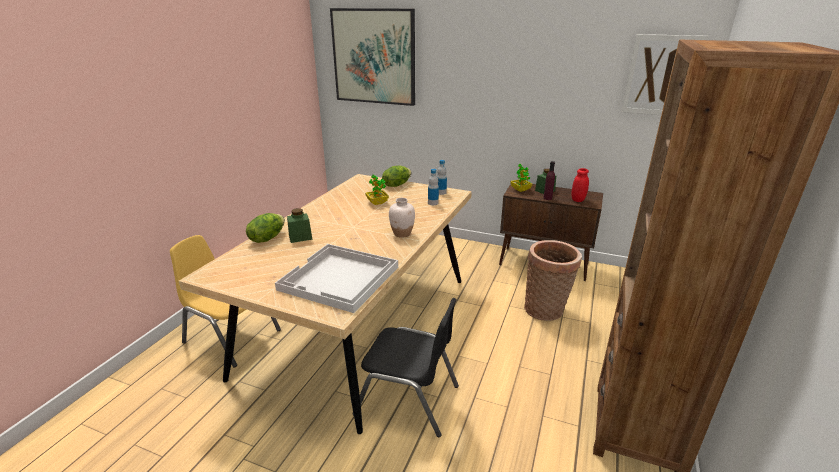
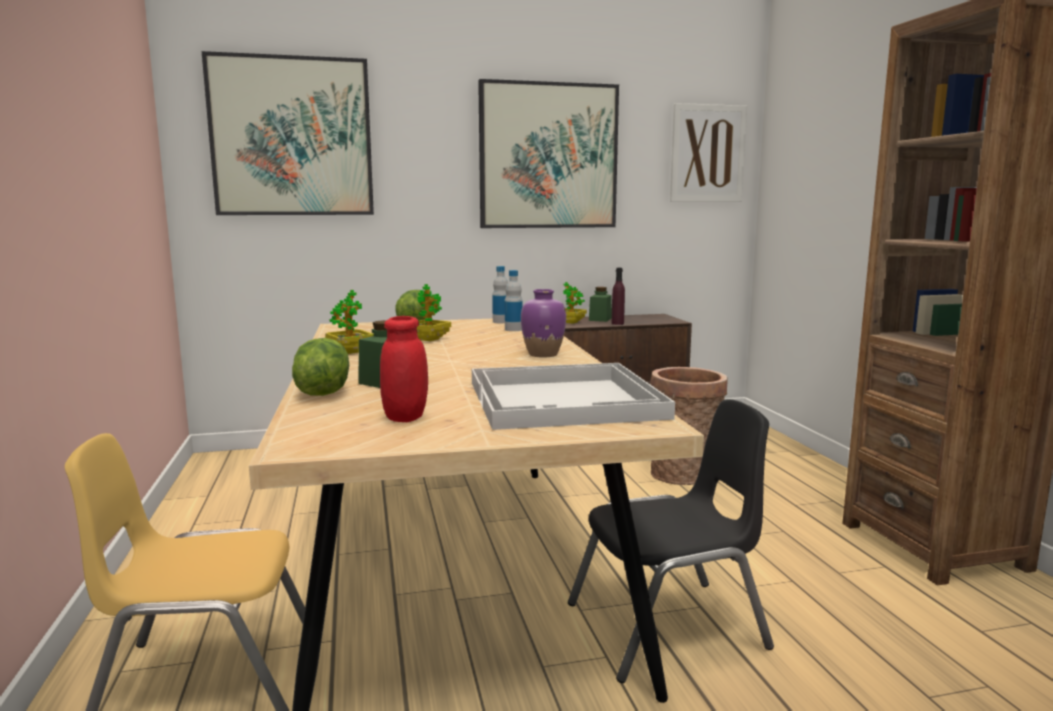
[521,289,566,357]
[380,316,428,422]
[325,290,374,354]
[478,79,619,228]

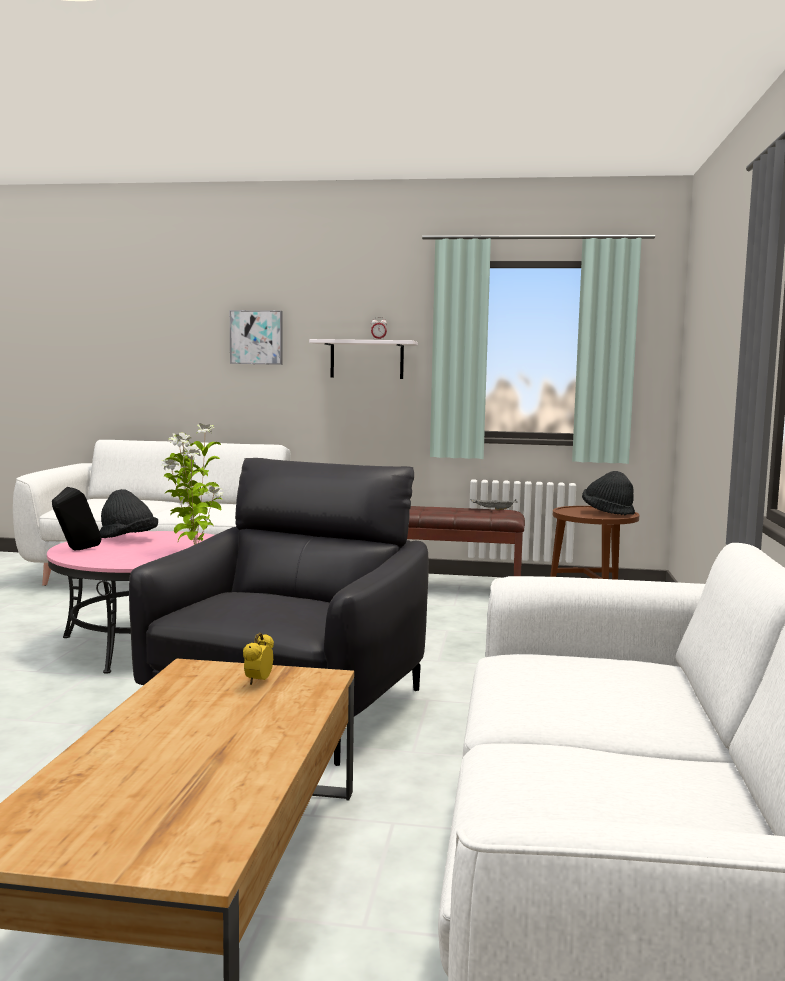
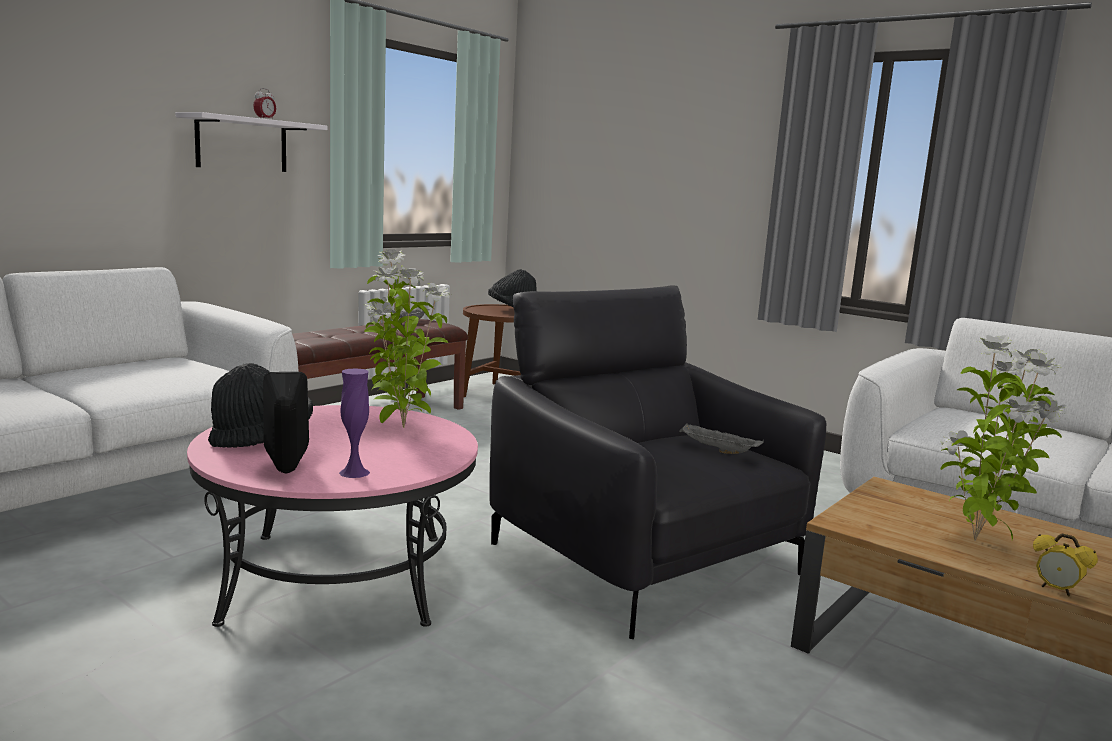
[230,310,282,365] (first image)
[1033,533,1098,596]
[339,368,370,478]
[679,424,764,454]
[940,335,1067,541]

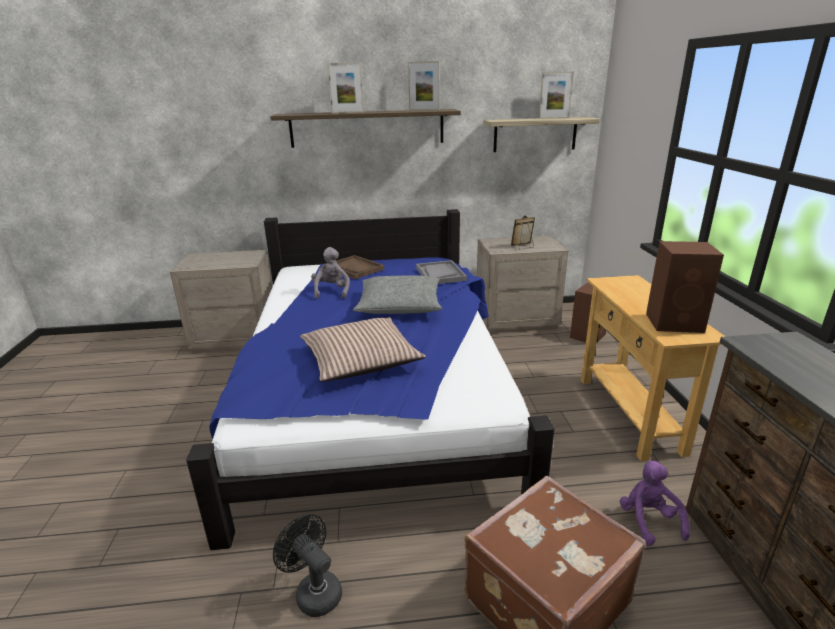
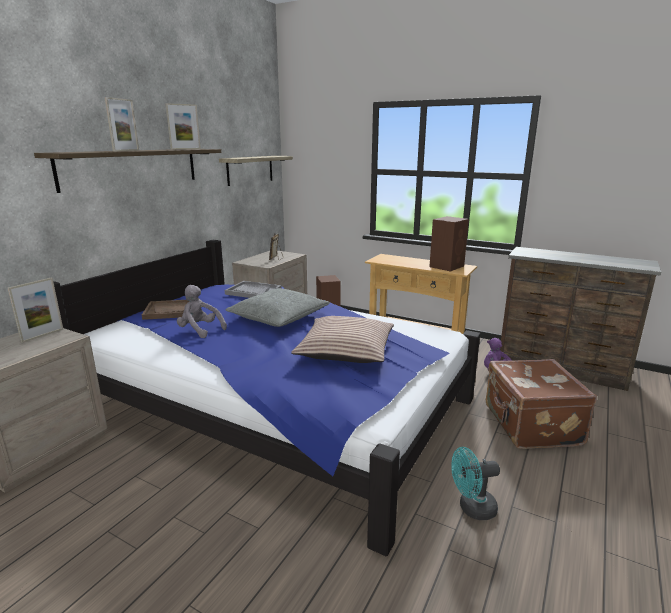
[451,447,500,520]
[8,278,63,343]

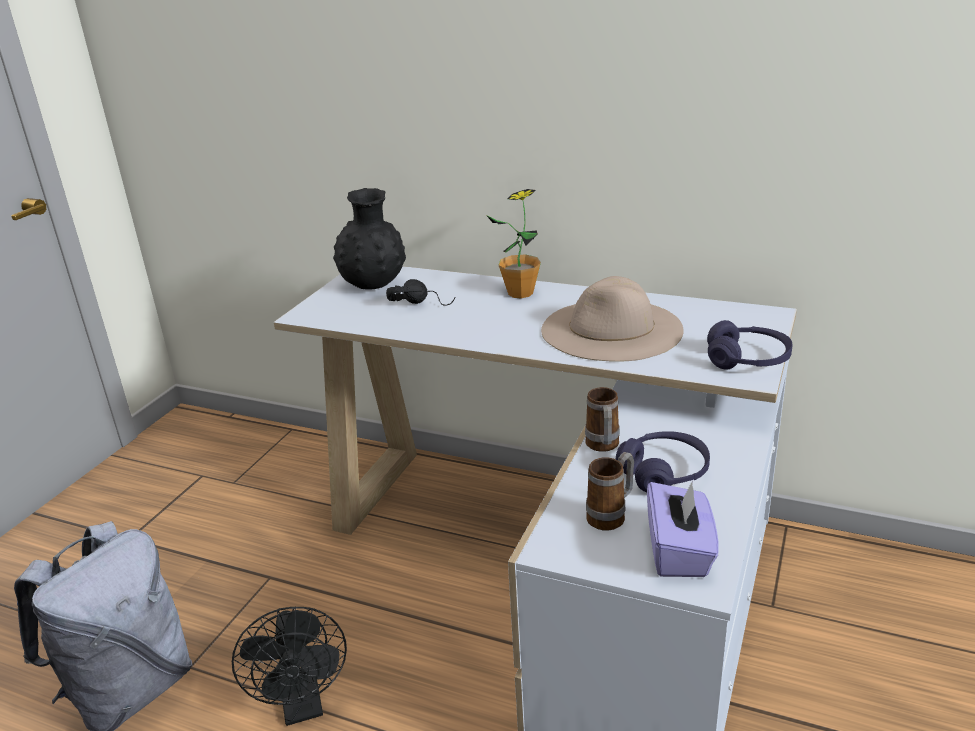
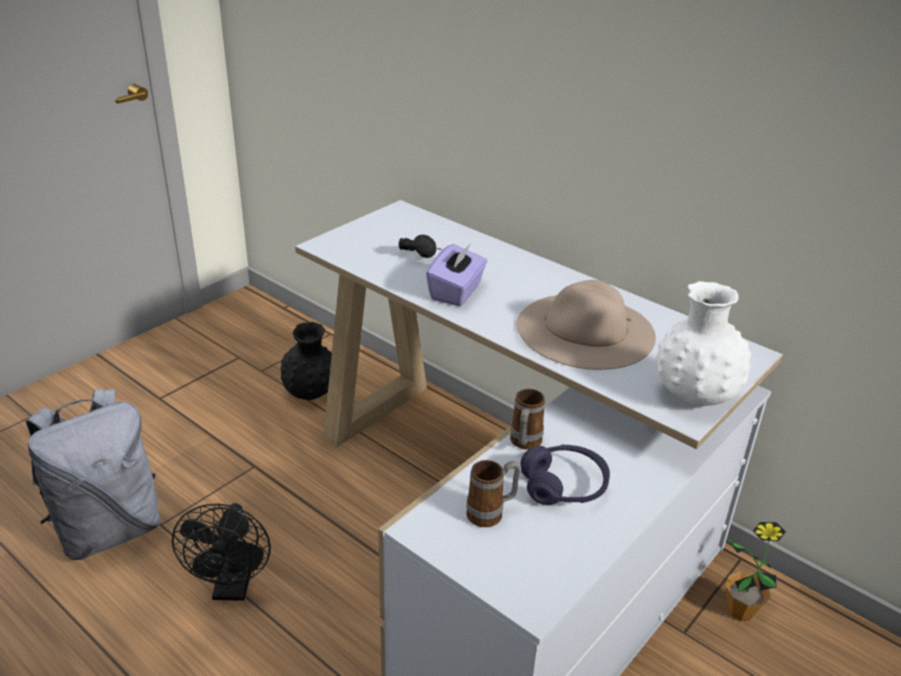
[280,322,332,400]
[726,522,786,621]
[426,243,487,306]
[656,281,751,407]

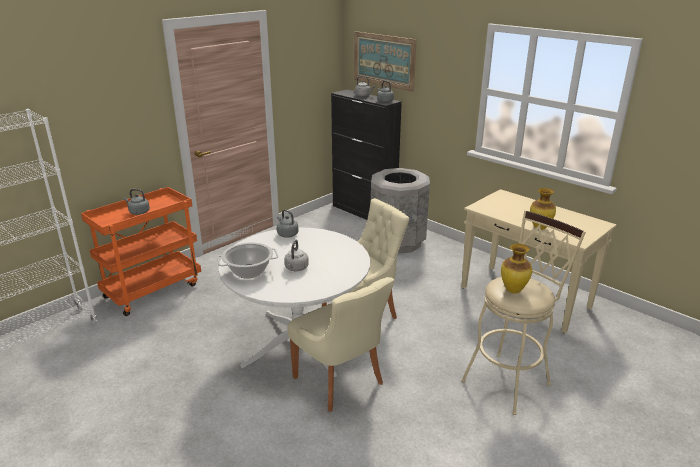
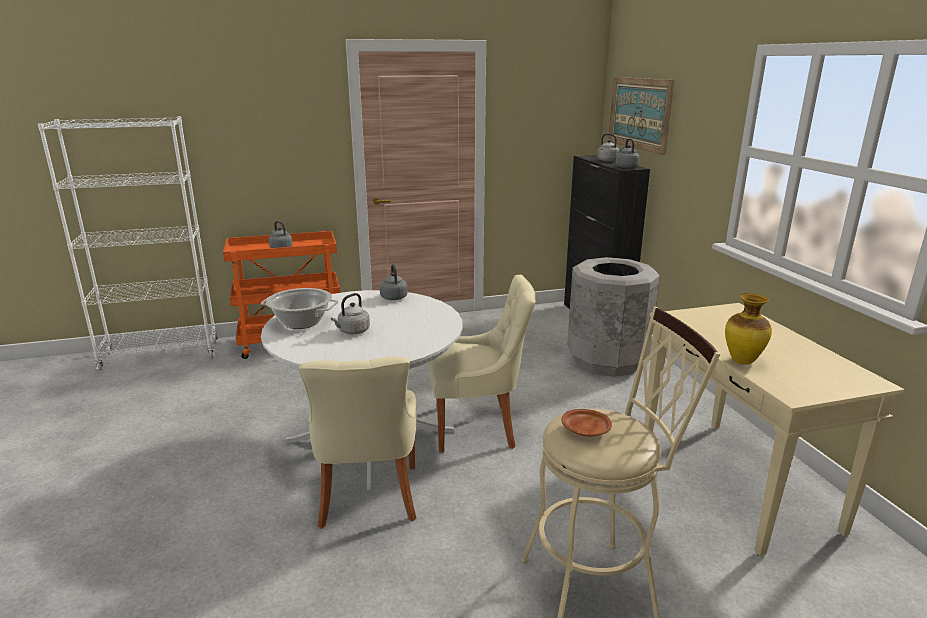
[561,409,612,436]

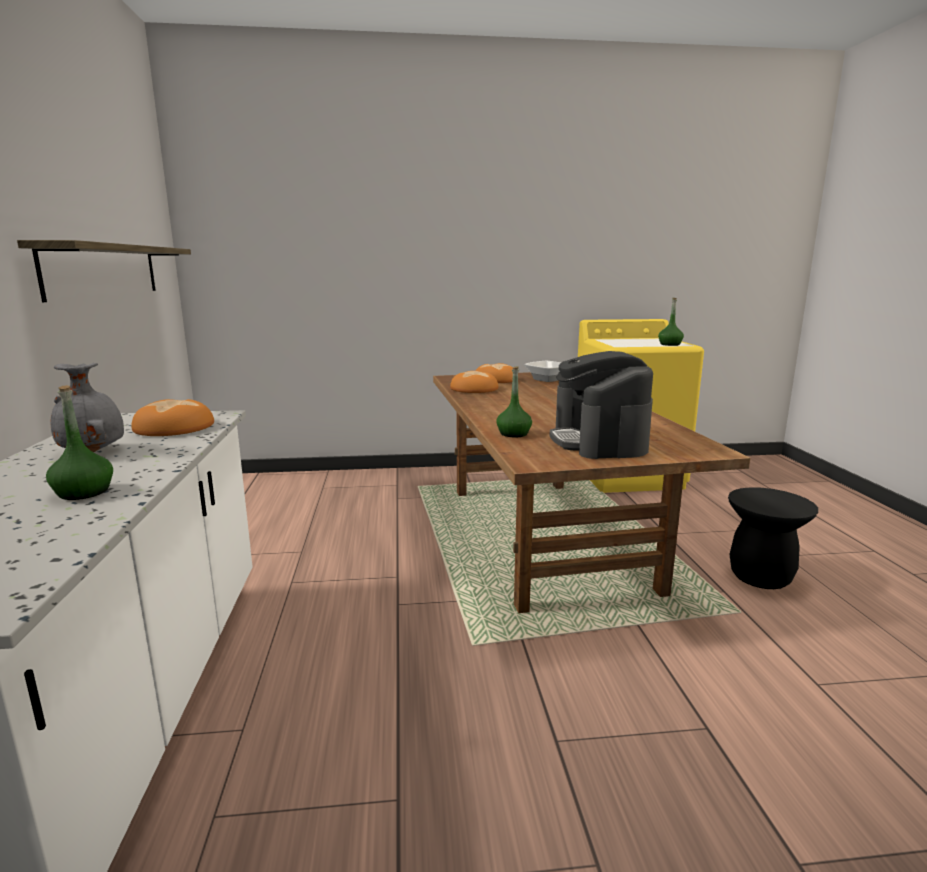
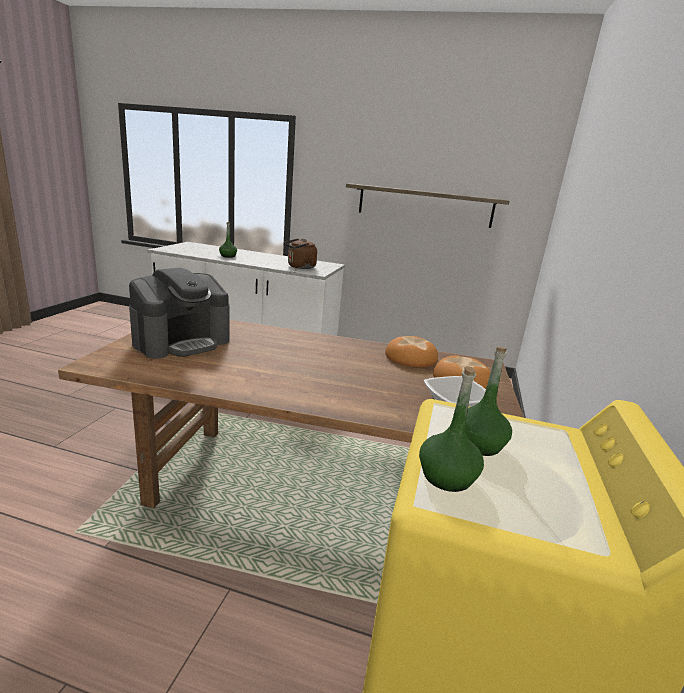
[51,363,124,452] (first image)
[284,239,317,269]
[465,347,512,456]
[129,268,230,359]
[728,487,818,589] (first image)

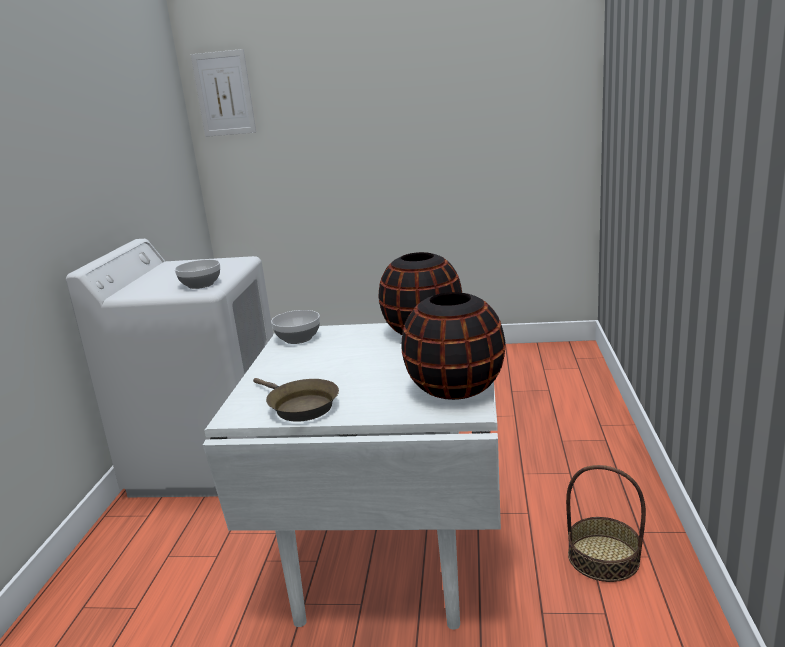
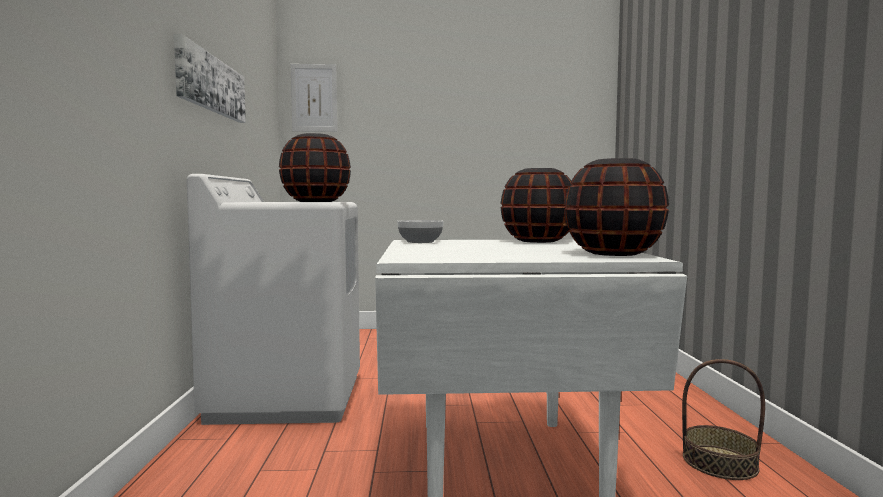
[279,133,351,202]
[253,378,339,422] (first image)
[174,34,246,123]

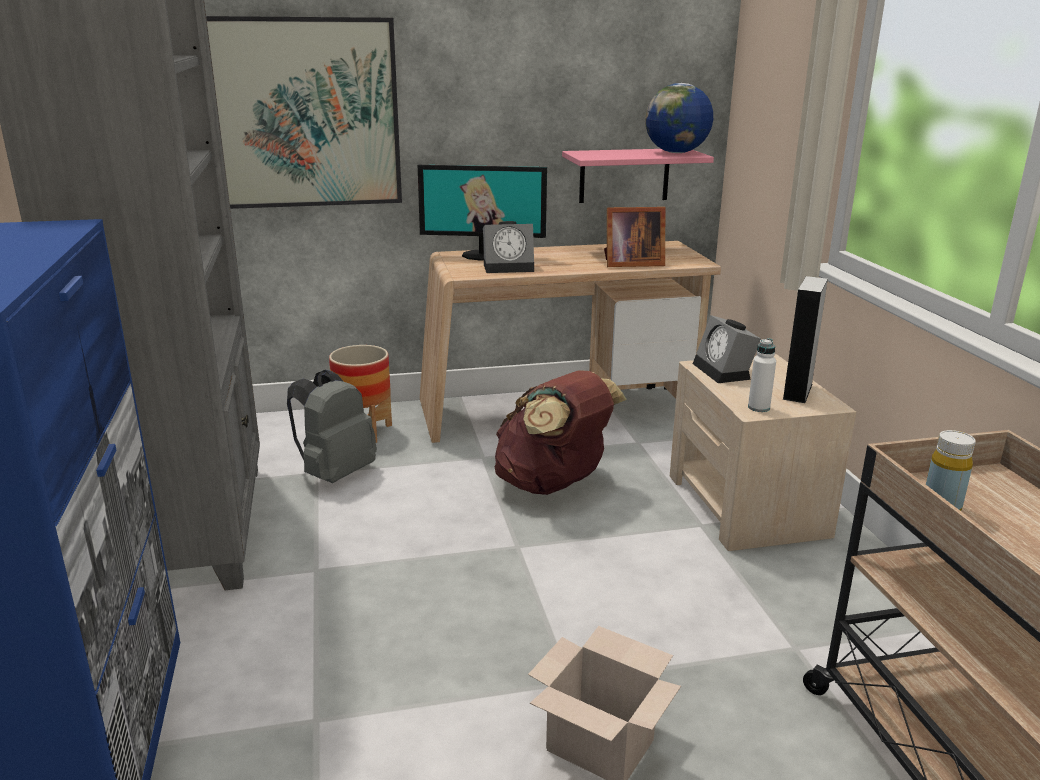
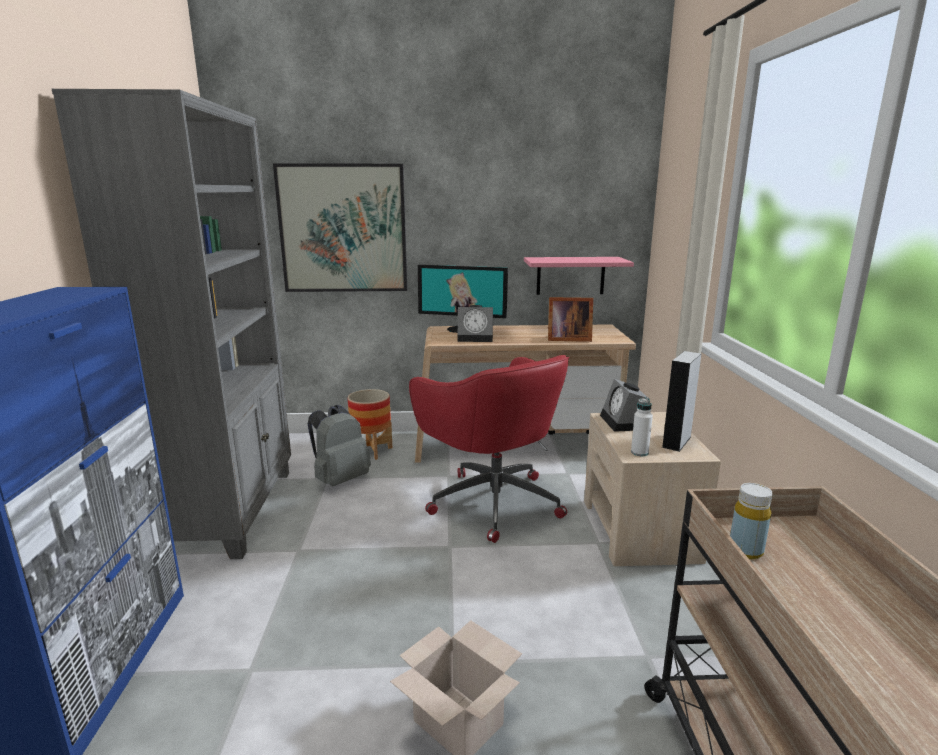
[409,355,569,543]
[645,83,713,153] (first image)

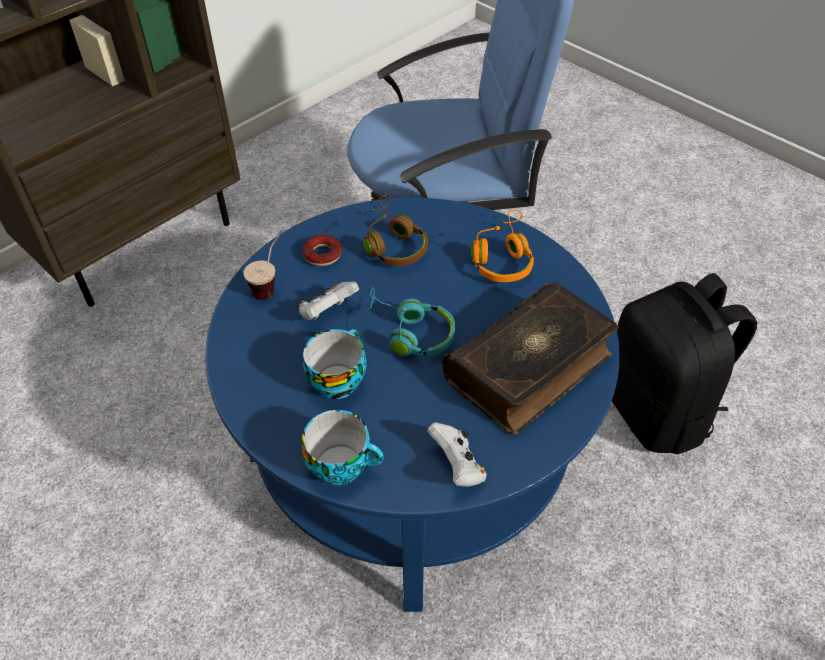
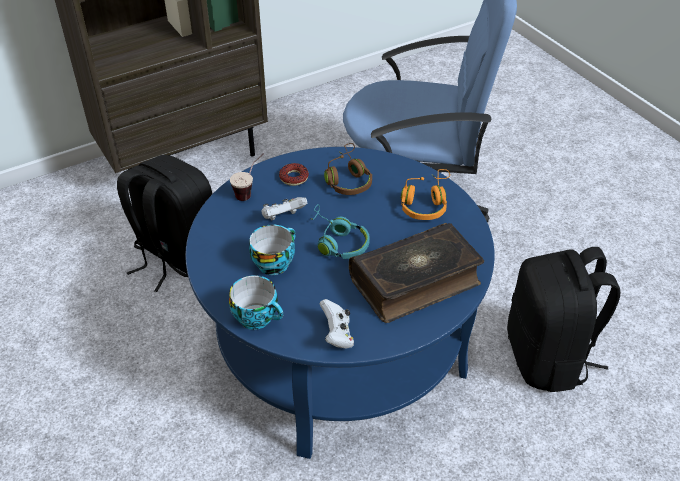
[117,155,212,292]

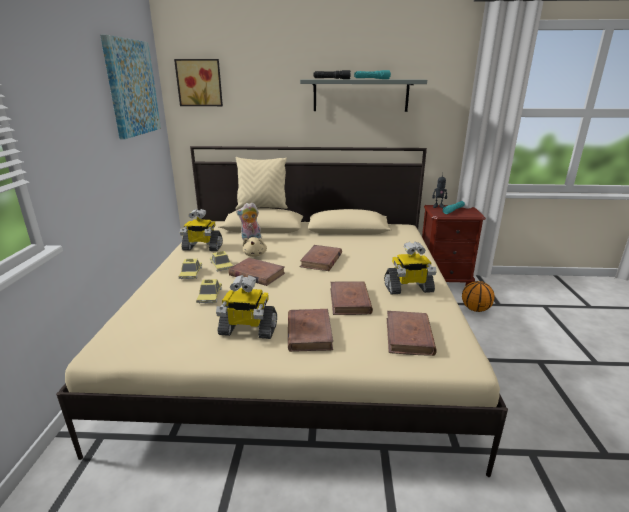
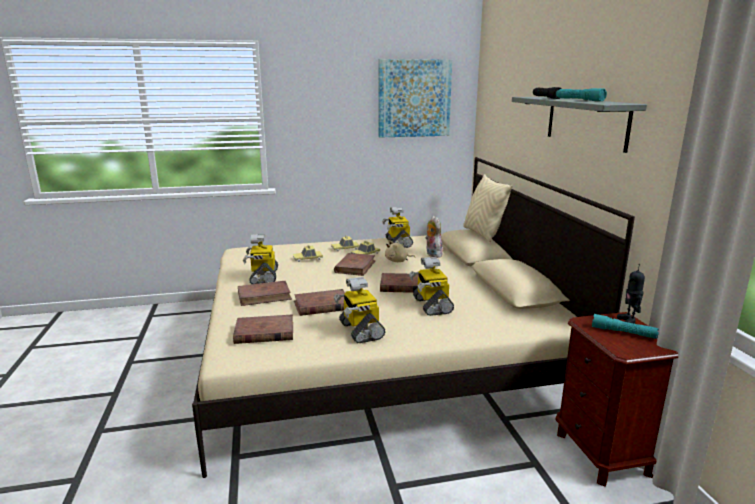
[174,59,223,106] (first image)
[462,281,495,312] (first image)
[409,257,454,316]

